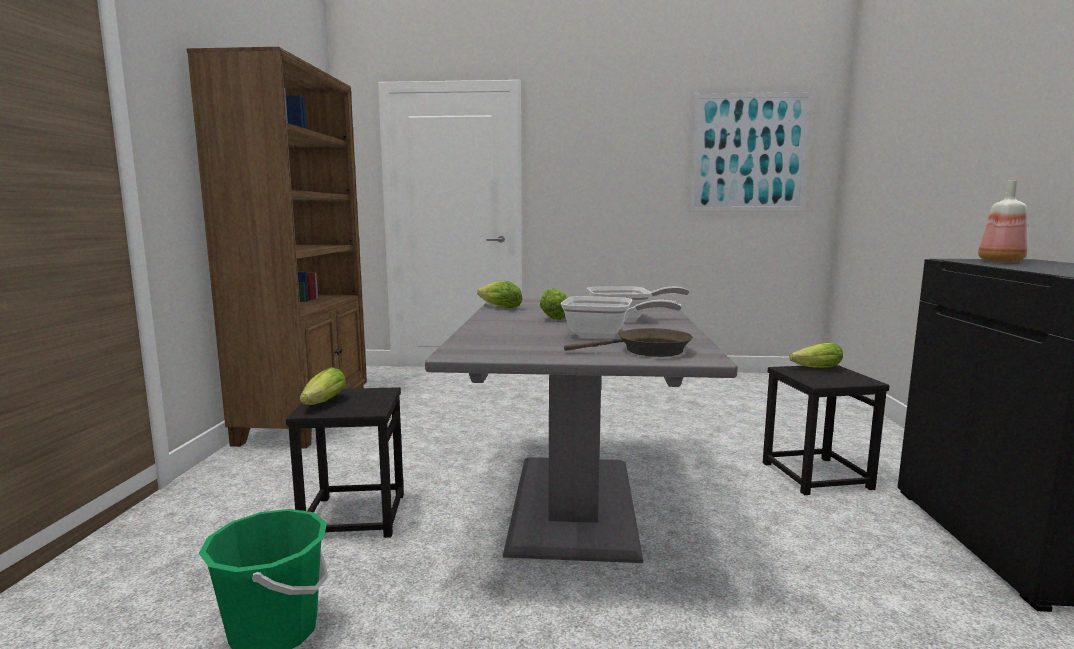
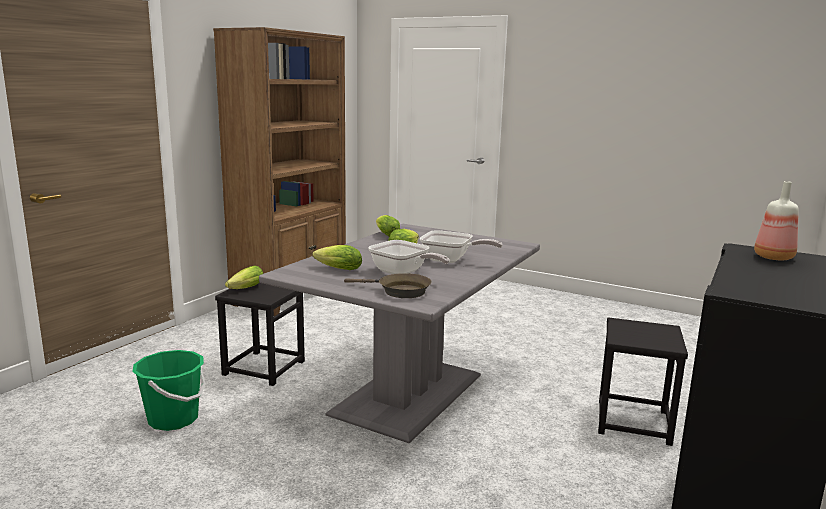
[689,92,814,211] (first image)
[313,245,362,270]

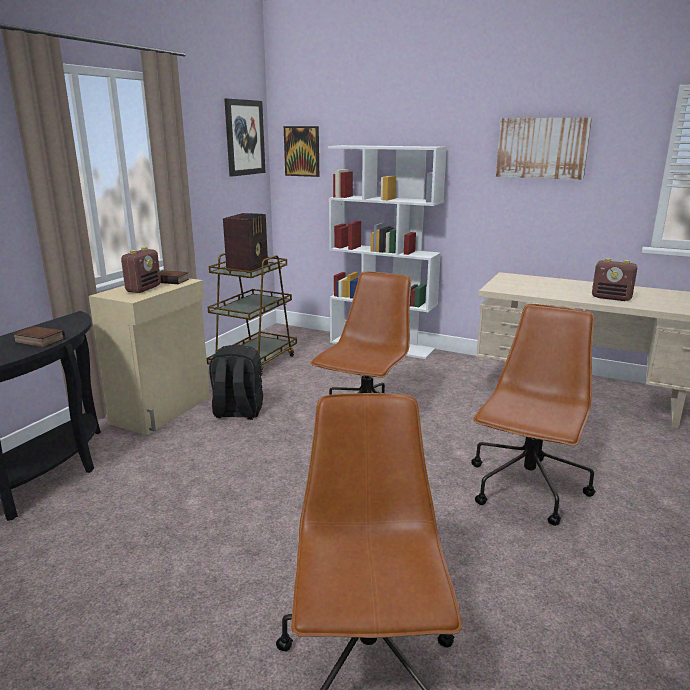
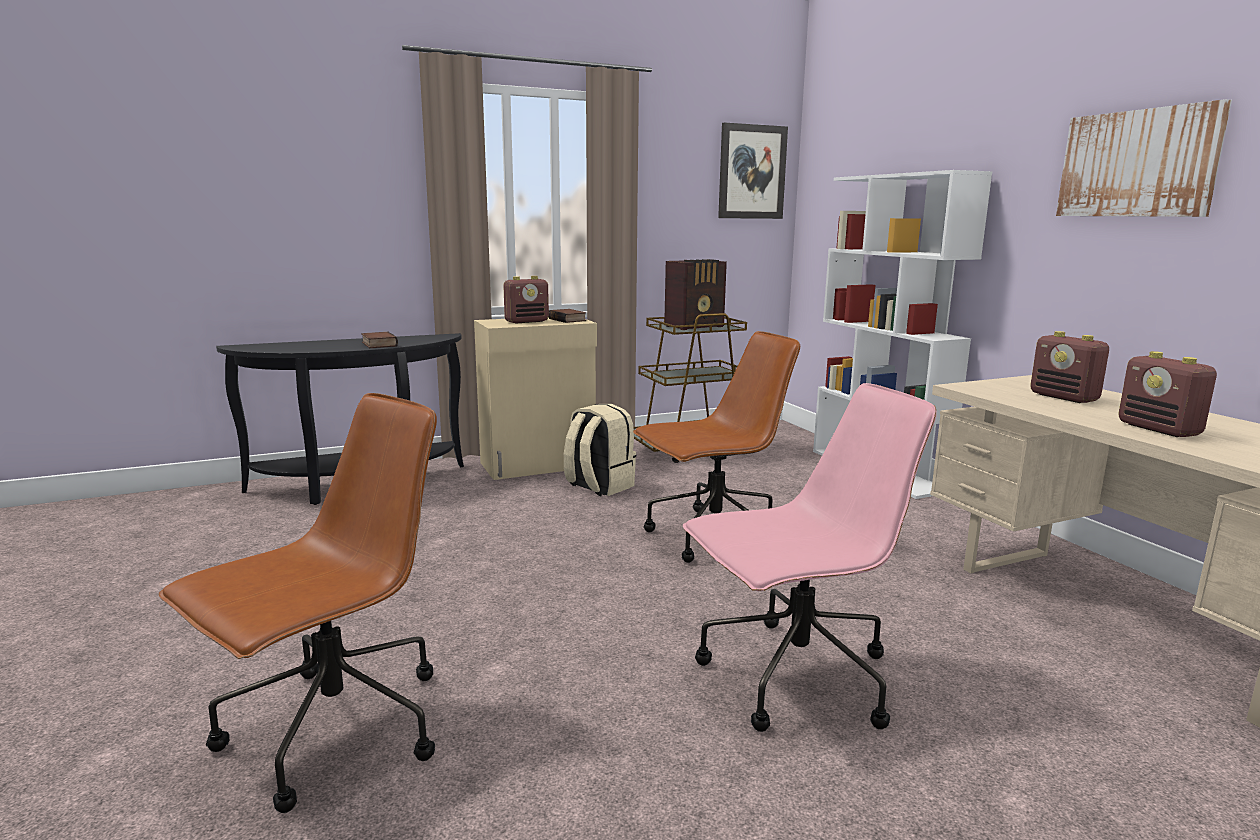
[564,404,636,496]
[284,126,319,177] (first image)
[683,383,937,732]
[1030,331,1109,403]

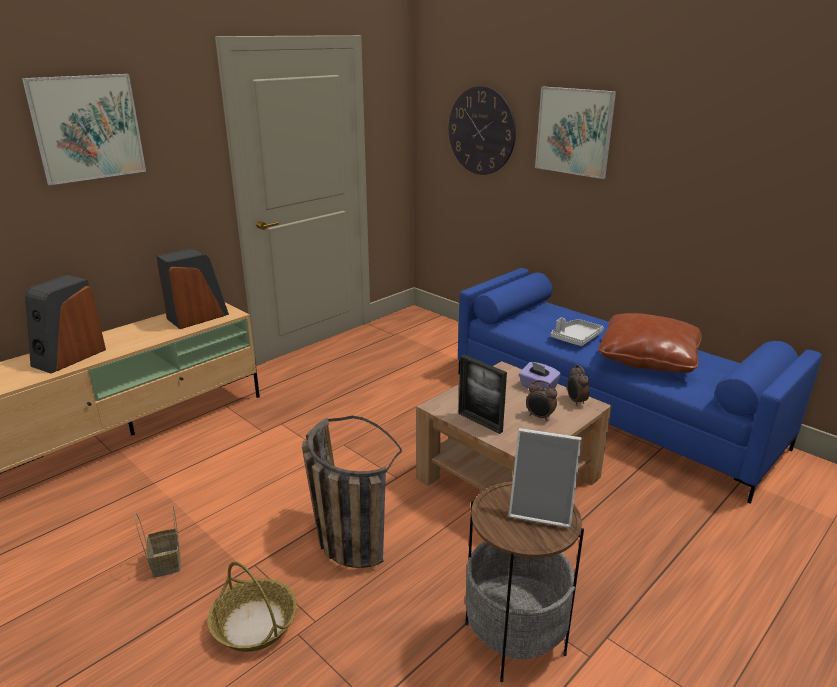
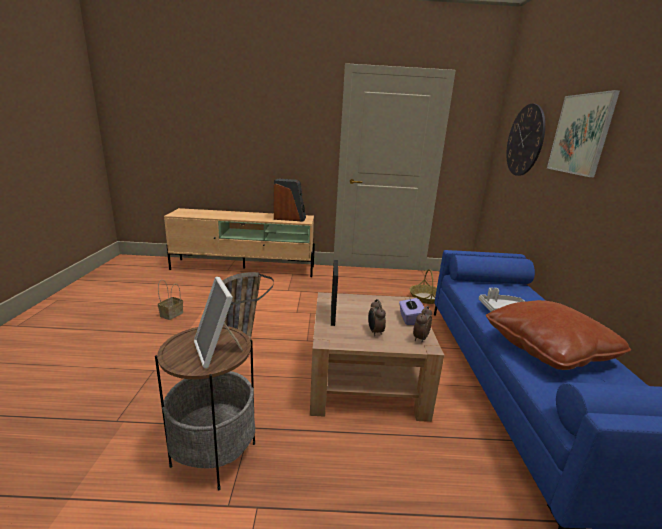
[22,74,146,185] (first image)
[25,275,106,374] (first image)
[409,269,437,304]

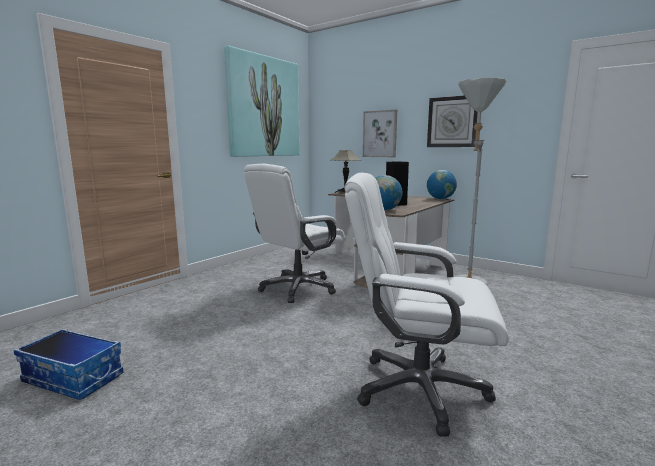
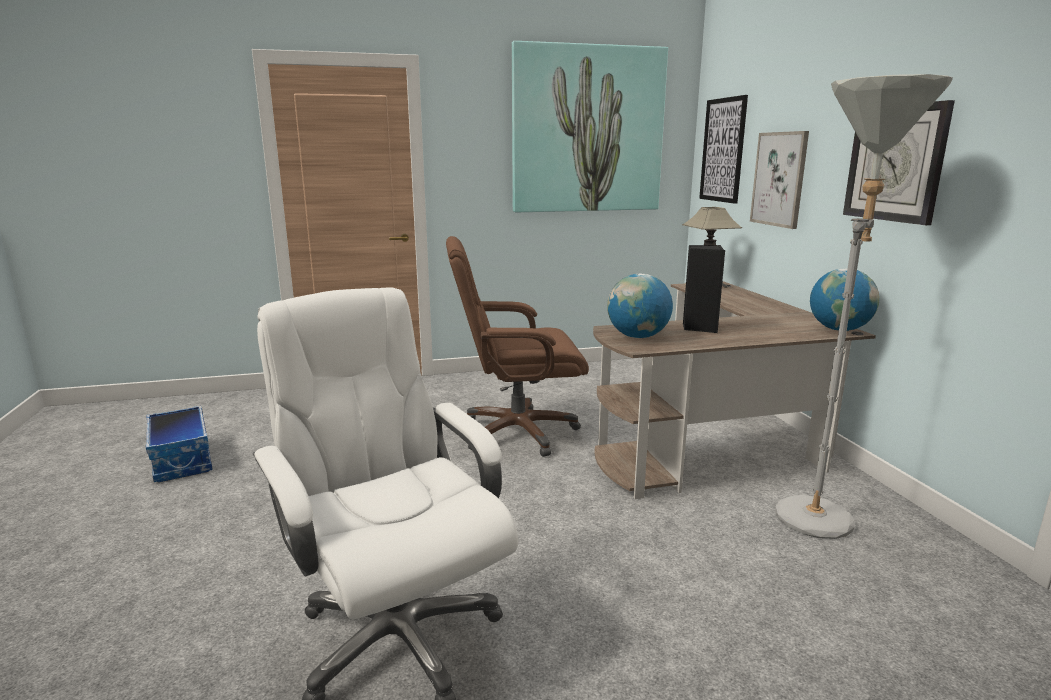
[446,236,589,457]
[699,95,748,204]

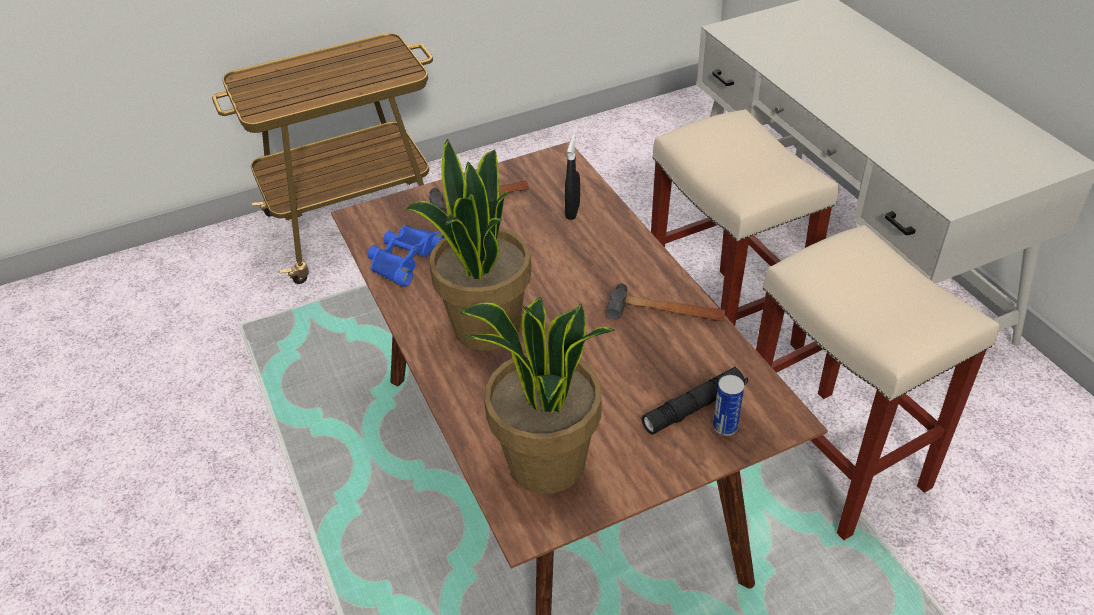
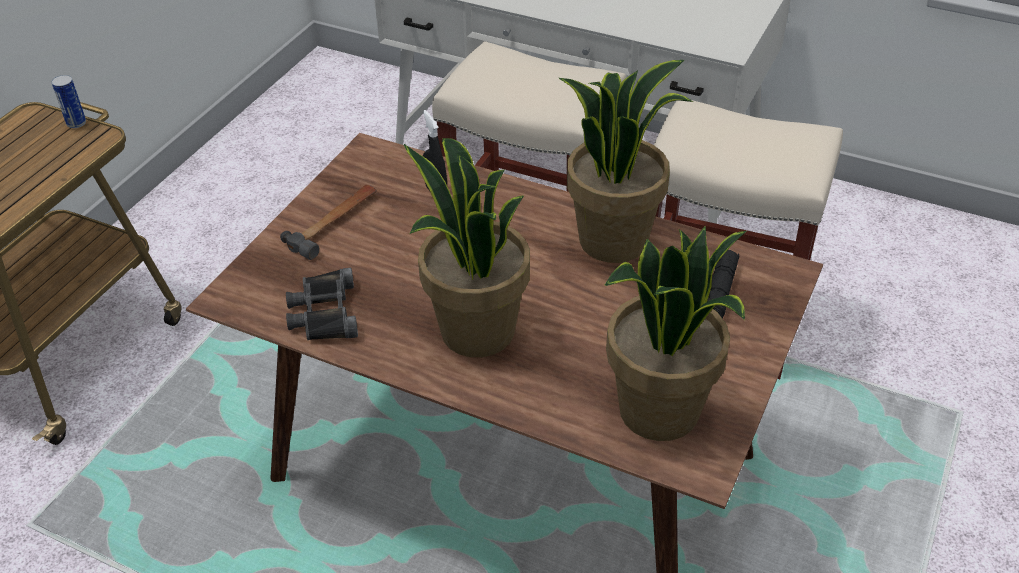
[286,268,358,340]
[559,60,694,263]
[51,75,86,128]

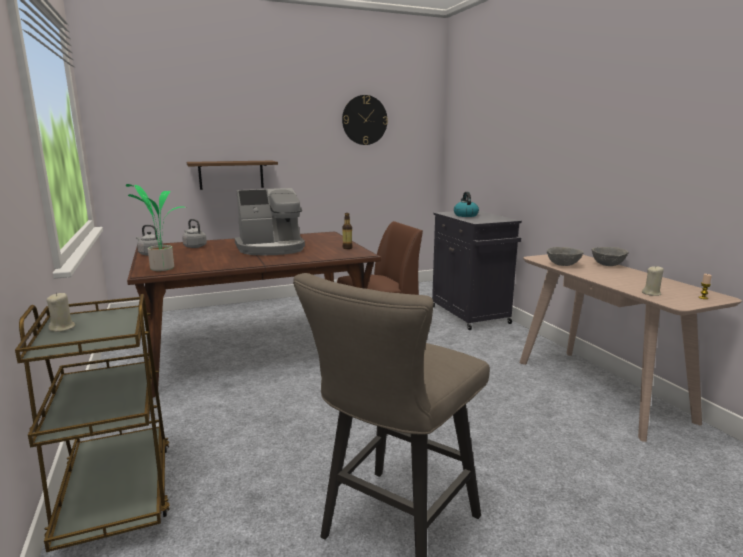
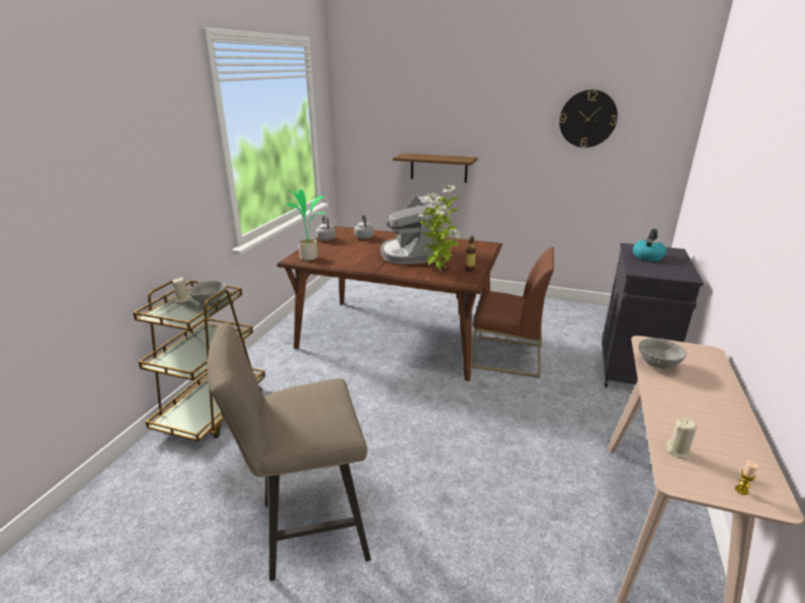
[380,196,440,264]
[189,280,226,304]
[419,185,460,272]

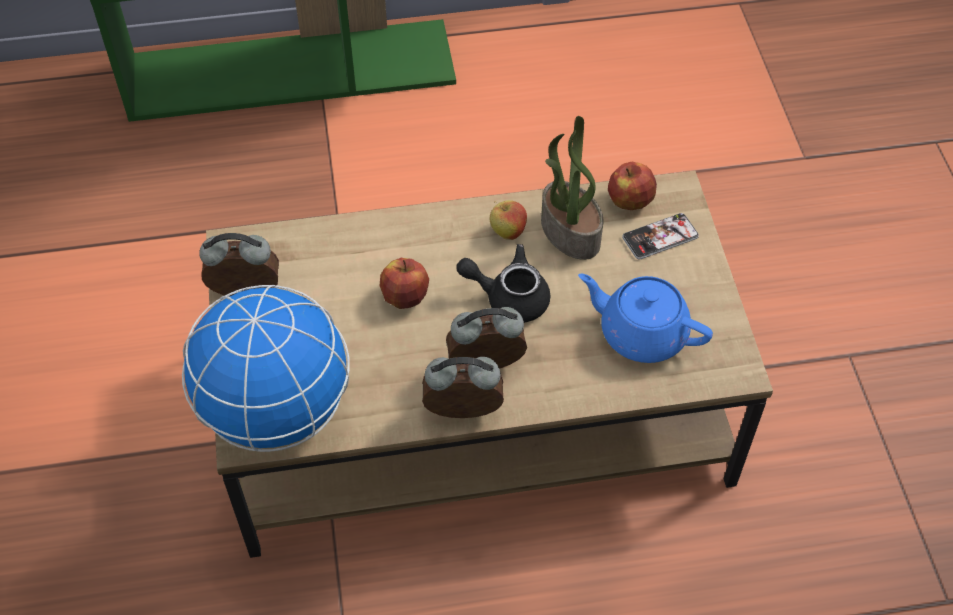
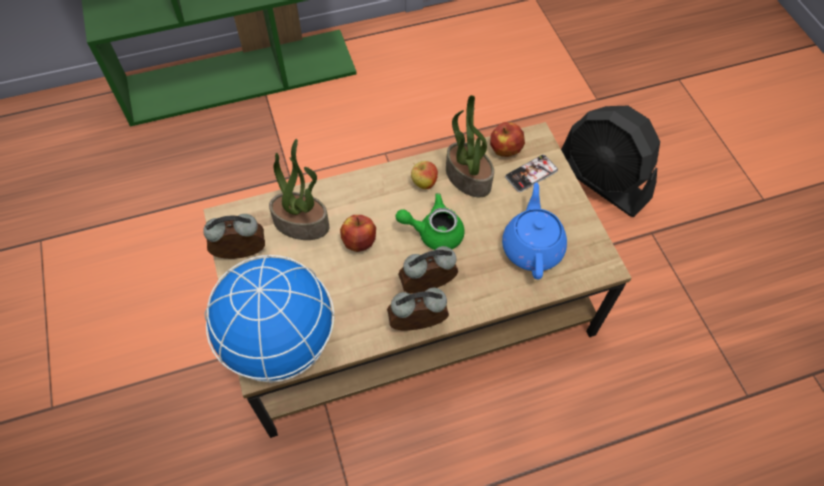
[395,193,465,250]
[502,182,567,279]
[269,139,329,240]
[561,106,660,217]

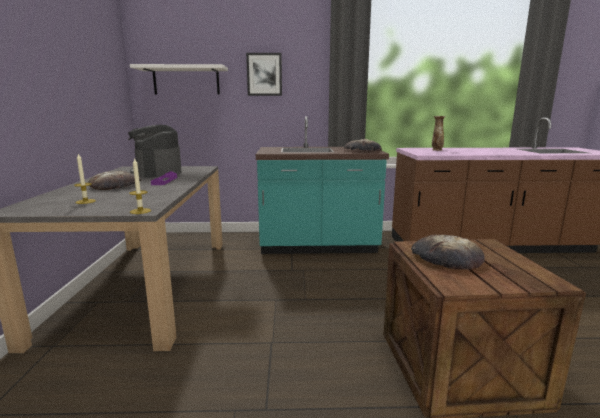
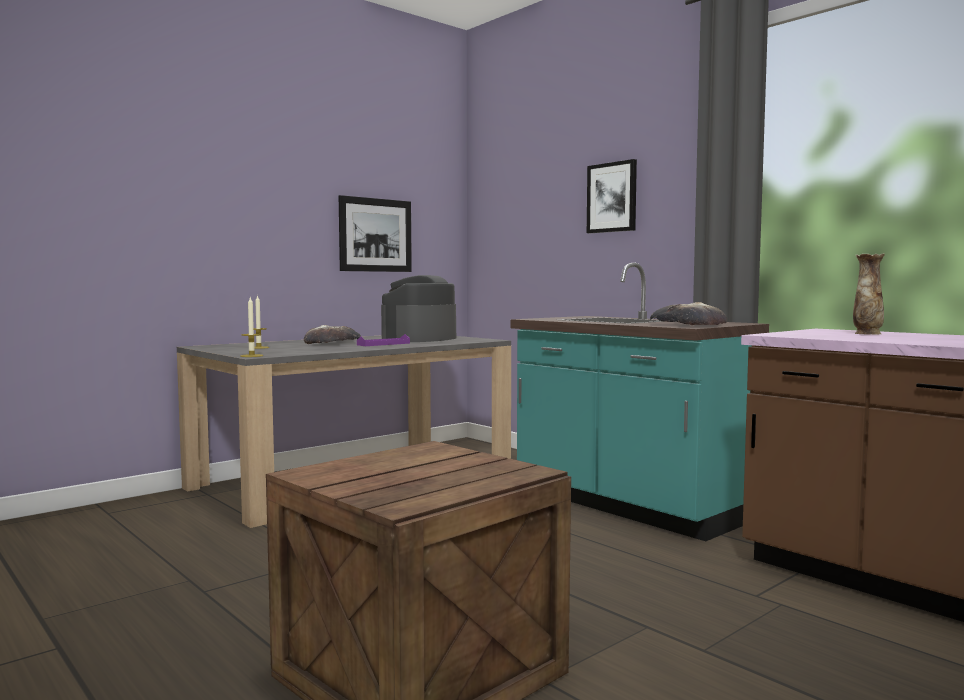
[130,64,228,95] (first image)
[411,234,485,270] (first image)
[339,195,412,272]

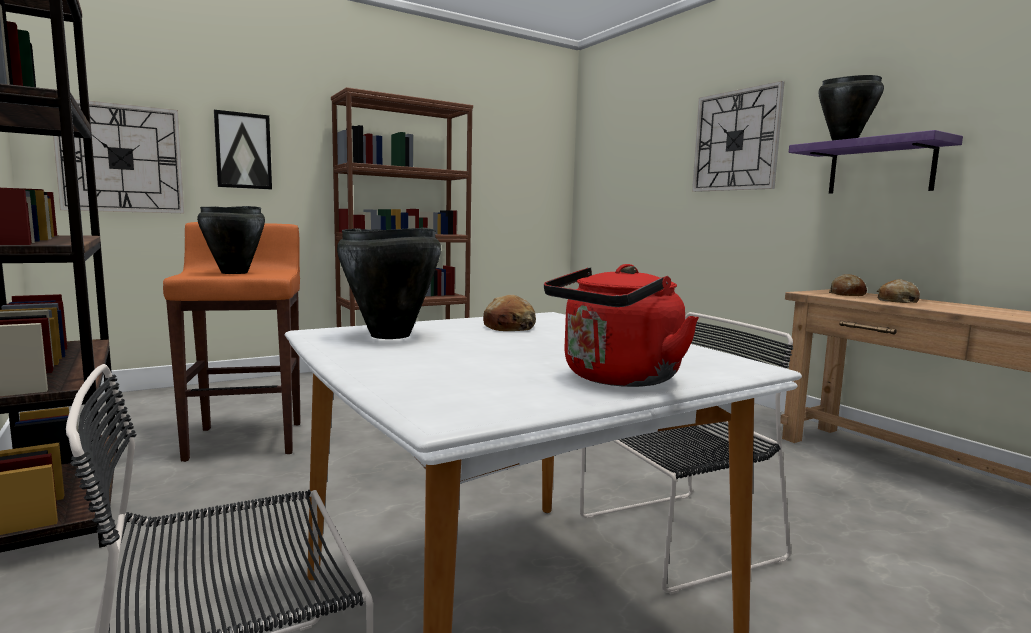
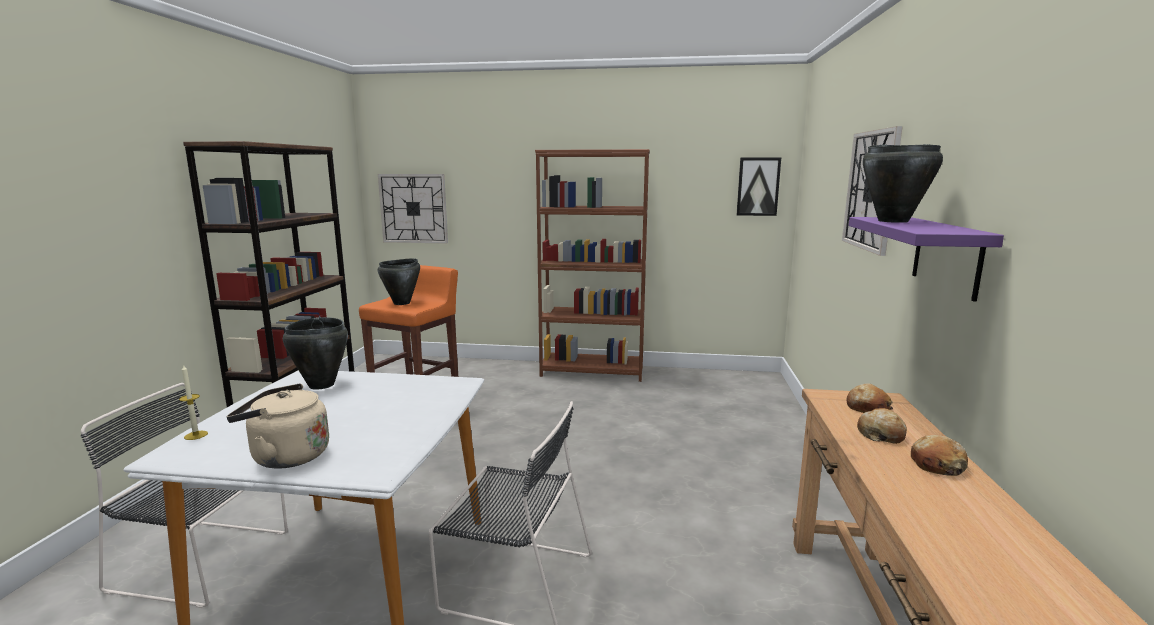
[737,157,781,216]
[911,435,968,476]
[227,384,329,469]
[179,364,208,440]

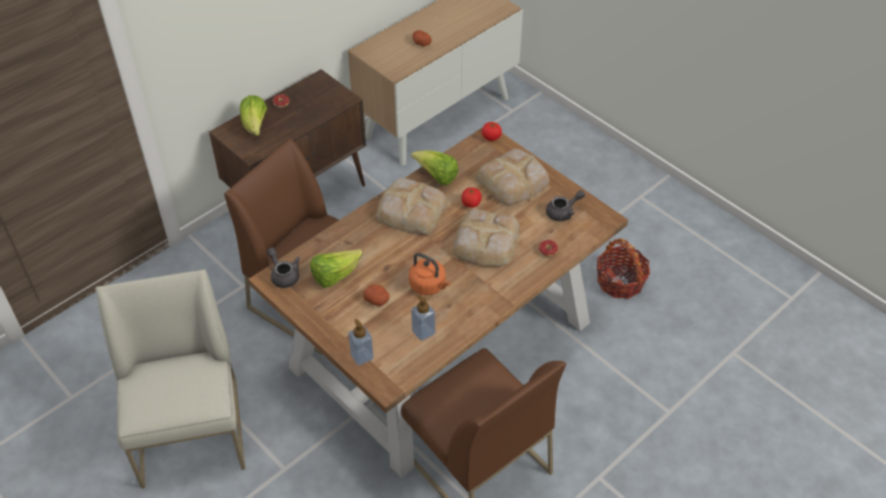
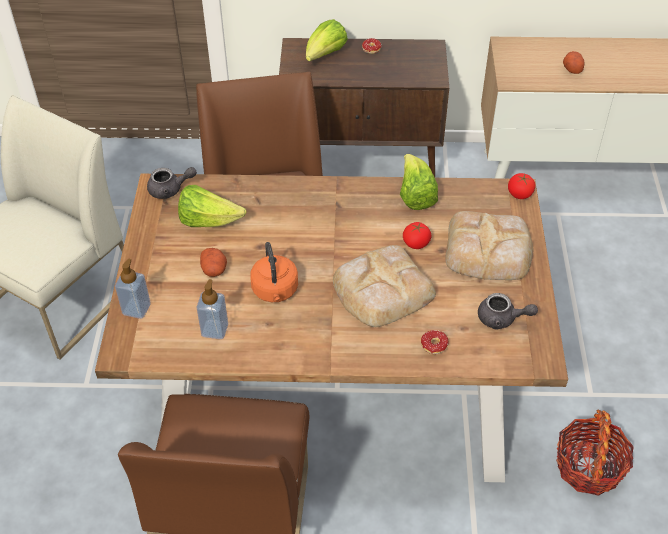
[147,167,197,199]
[377,178,448,235] (first image)

